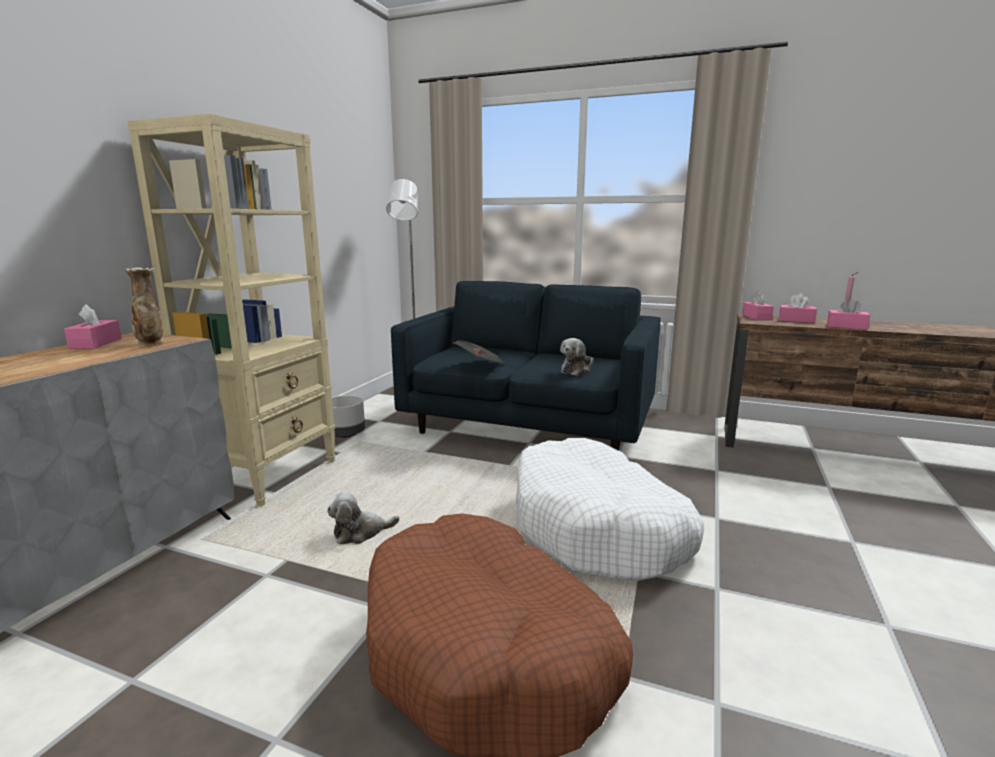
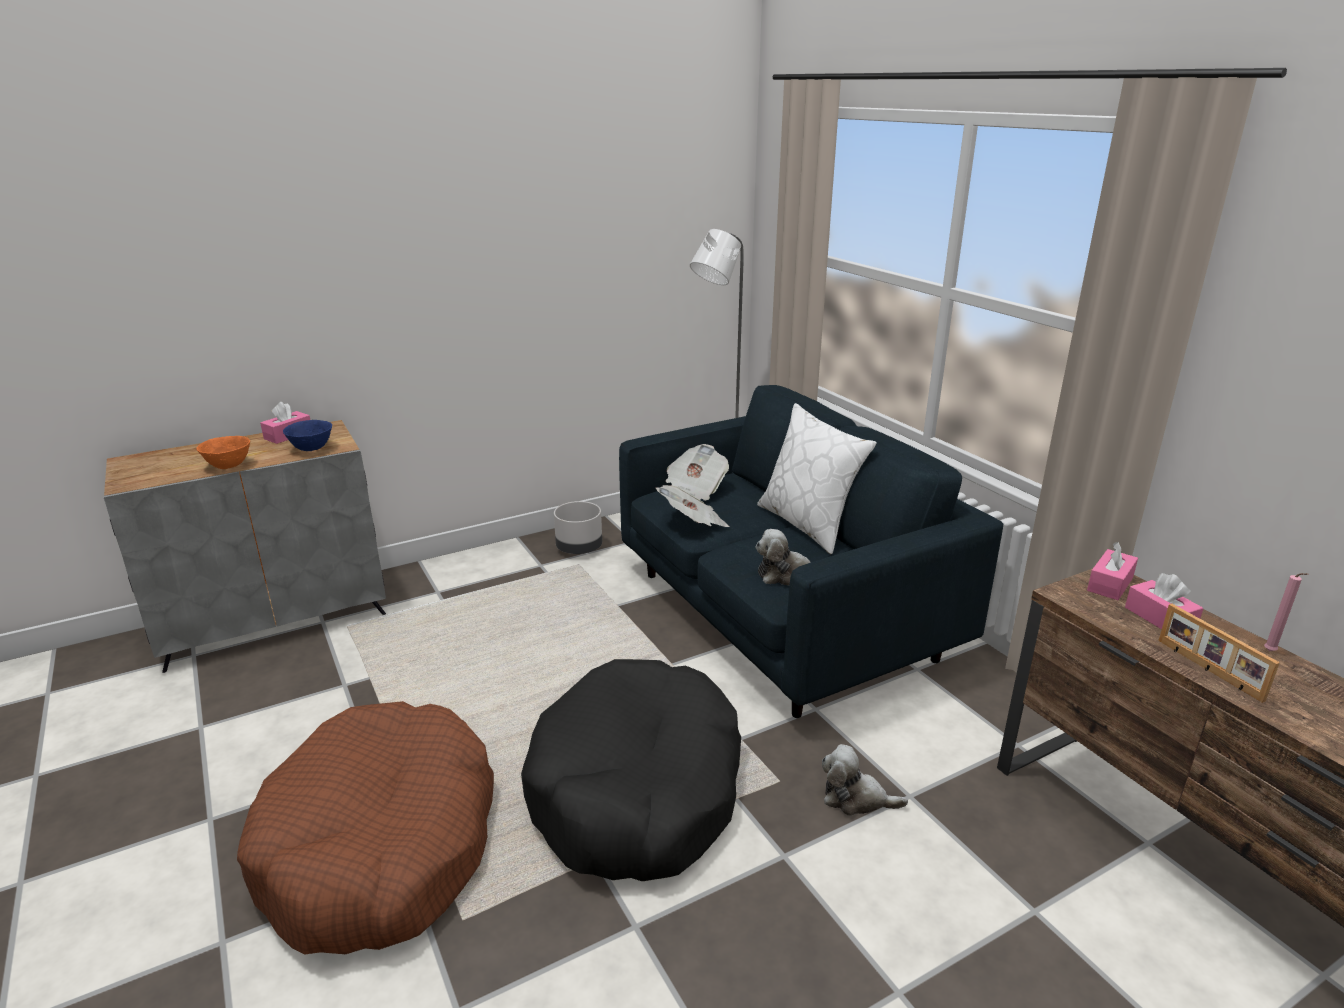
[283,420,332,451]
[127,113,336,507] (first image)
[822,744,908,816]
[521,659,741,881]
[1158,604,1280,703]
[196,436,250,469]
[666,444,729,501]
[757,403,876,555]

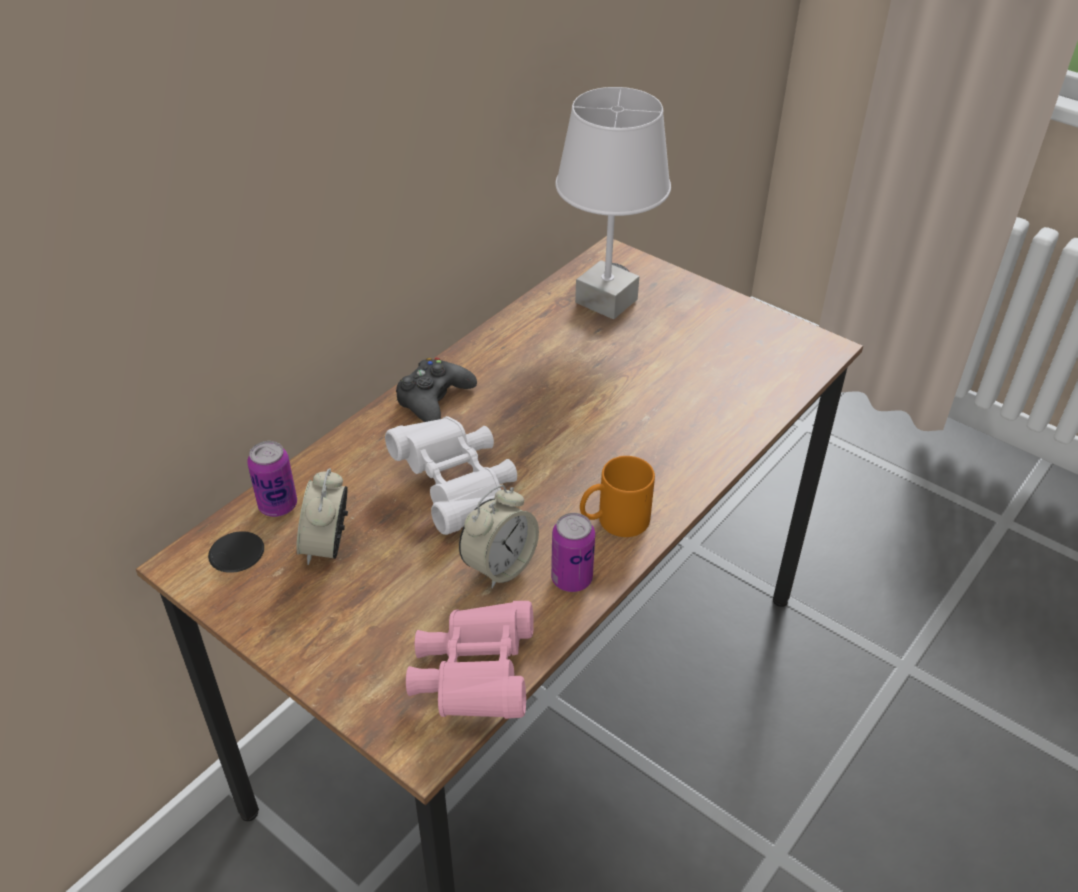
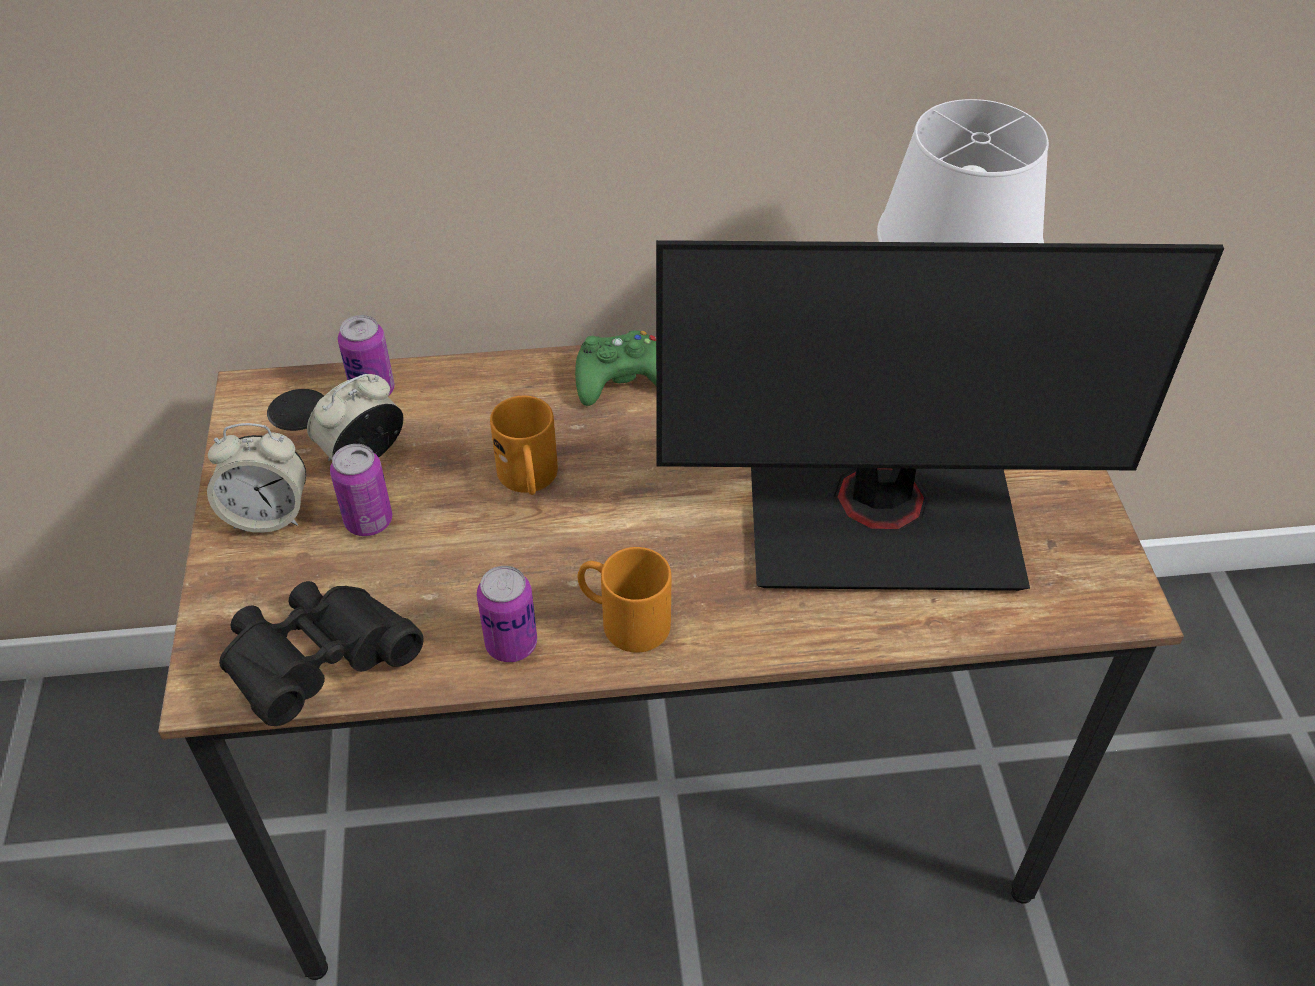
[490,396,558,495]
[575,331,656,406]
[219,581,423,726]
[207,423,306,533]
[330,444,392,536]
[656,240,1224,591]

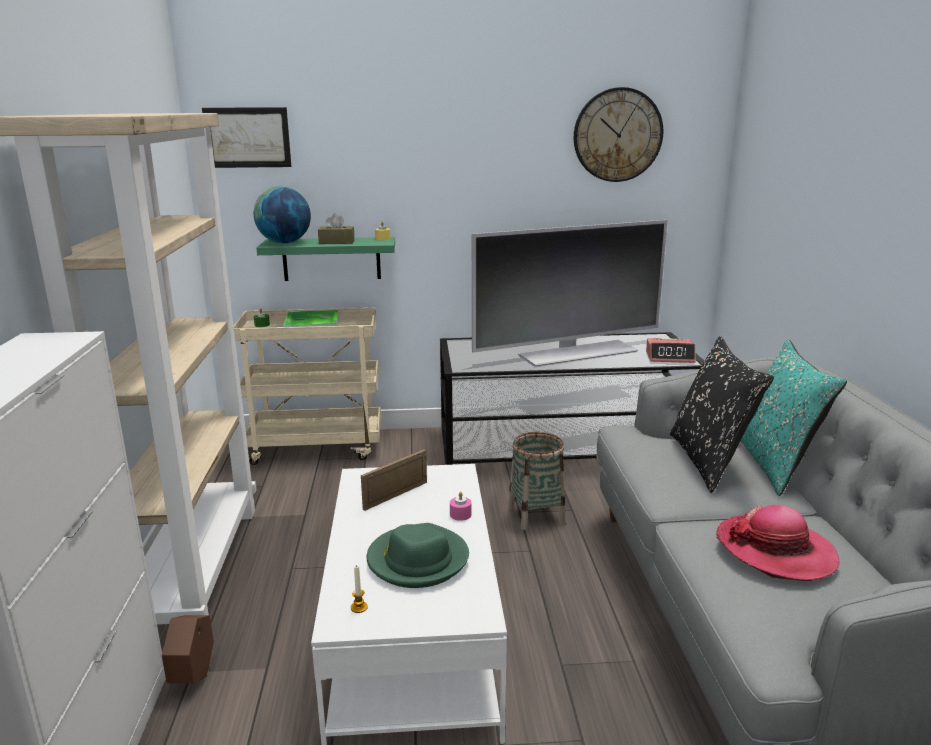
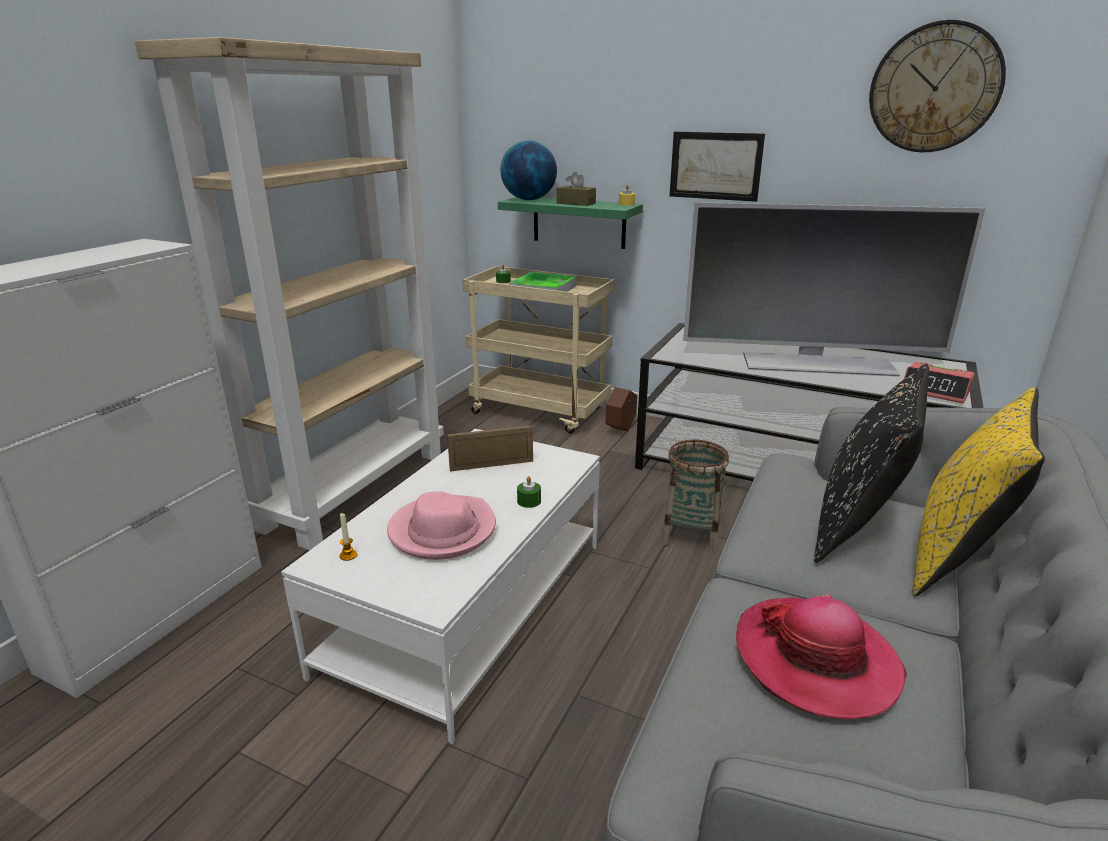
[606,387,637,432]
[670,132,765,202]
[387,491,496,560]
[517,476,541,508]
[913,387,1045,596]

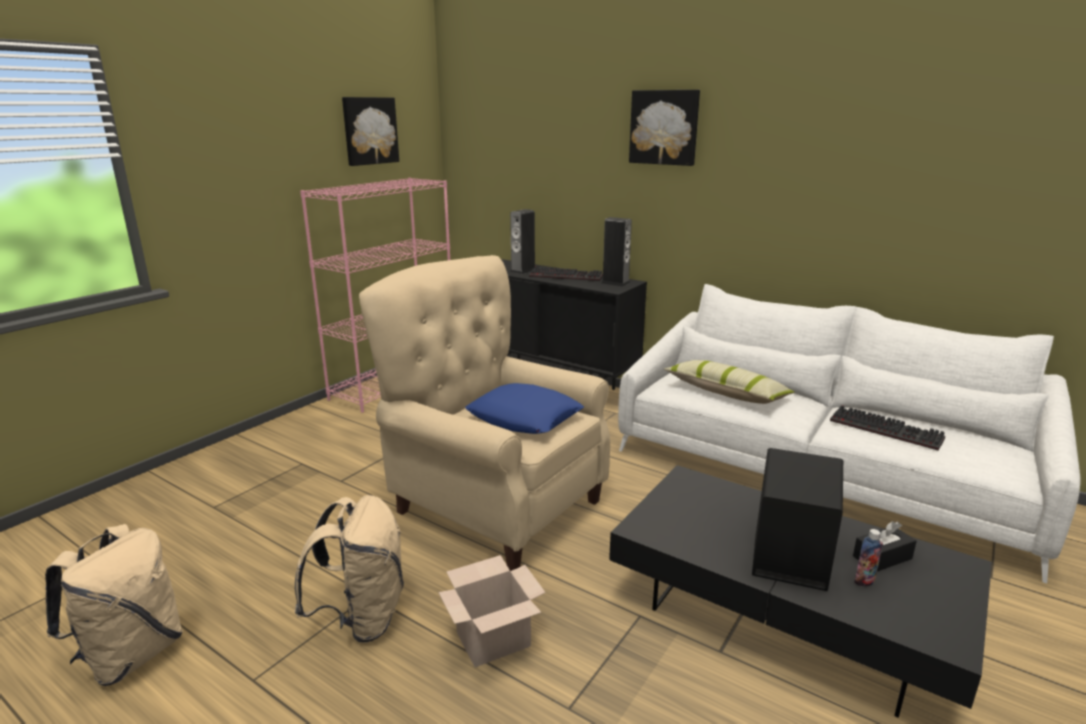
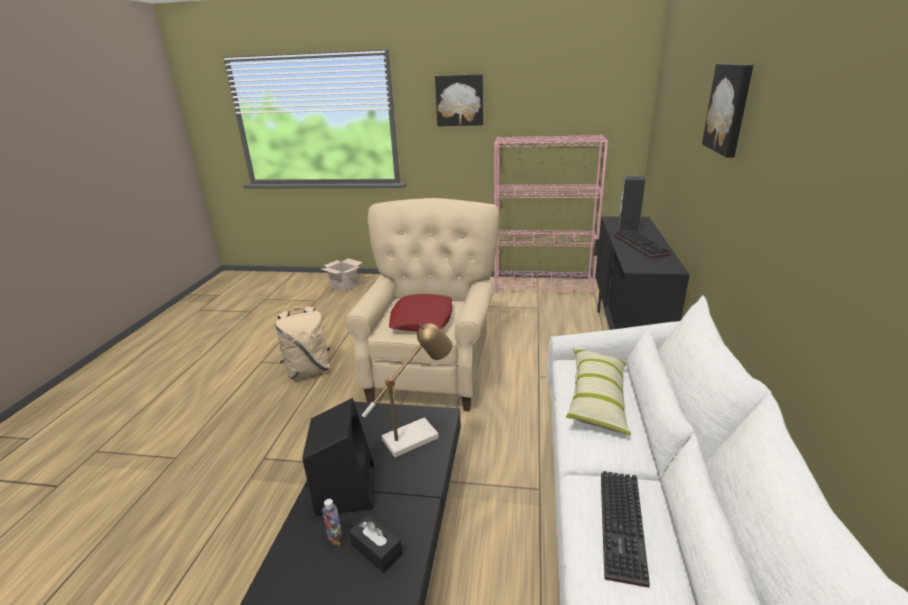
[45,524,183,686] (first image)
[435,74,483,126]
[321,258,363,292]
[389,294,452,331]
[601,217,632,287] (first image)
[362,323,453,457]

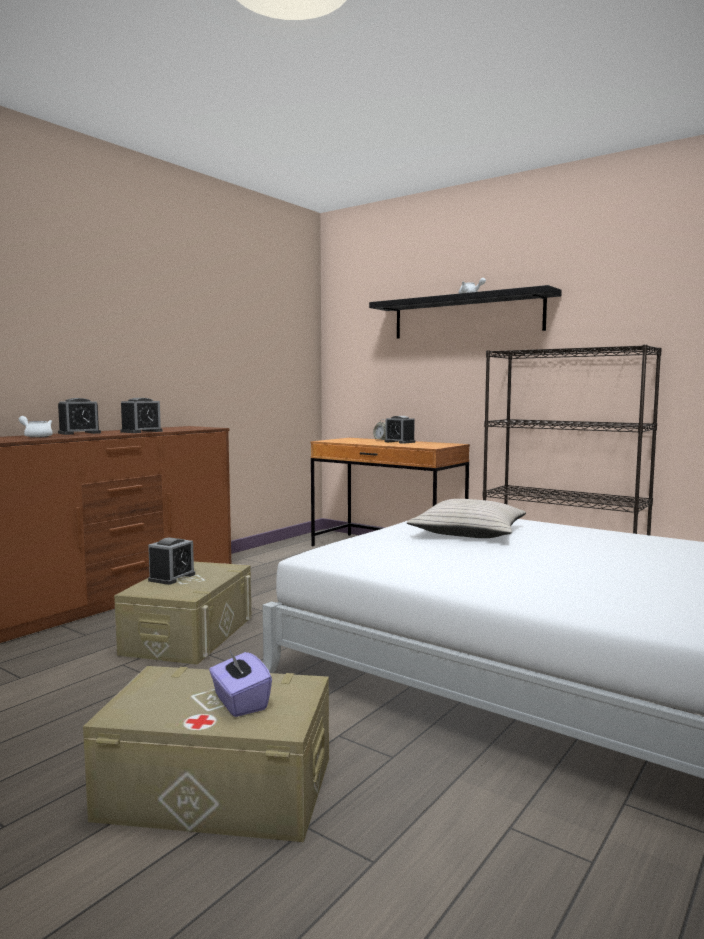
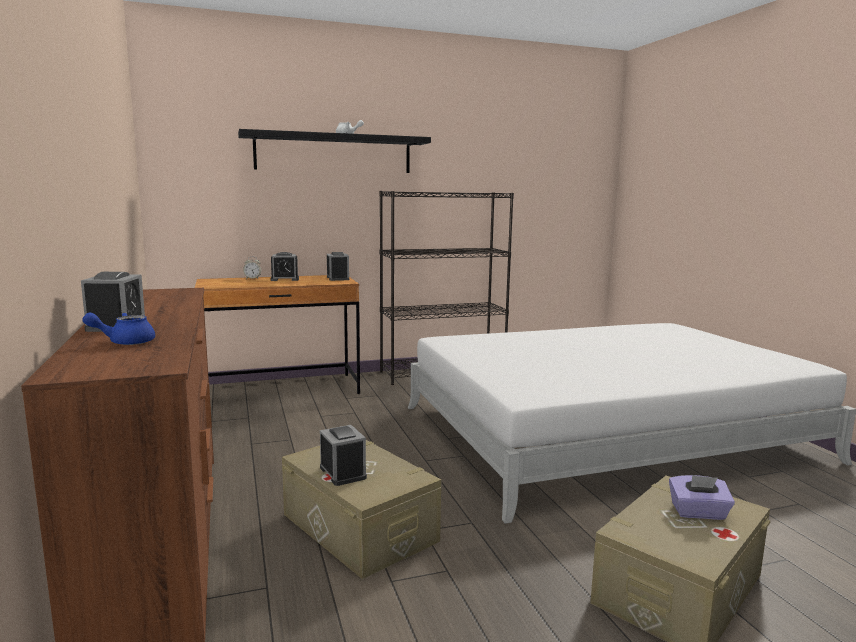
[82,312,155,345]
[327,252,349,281]
[407,499,526,538] (first image)

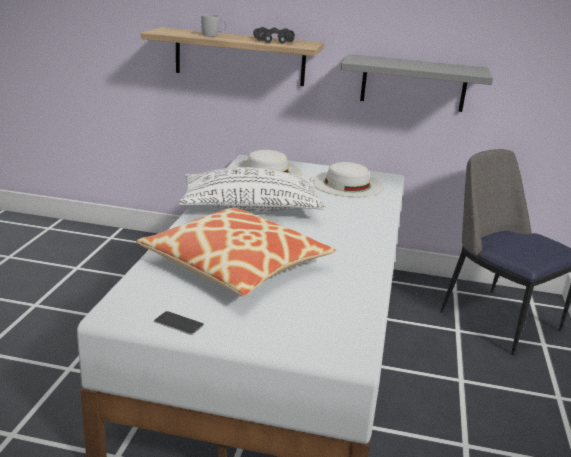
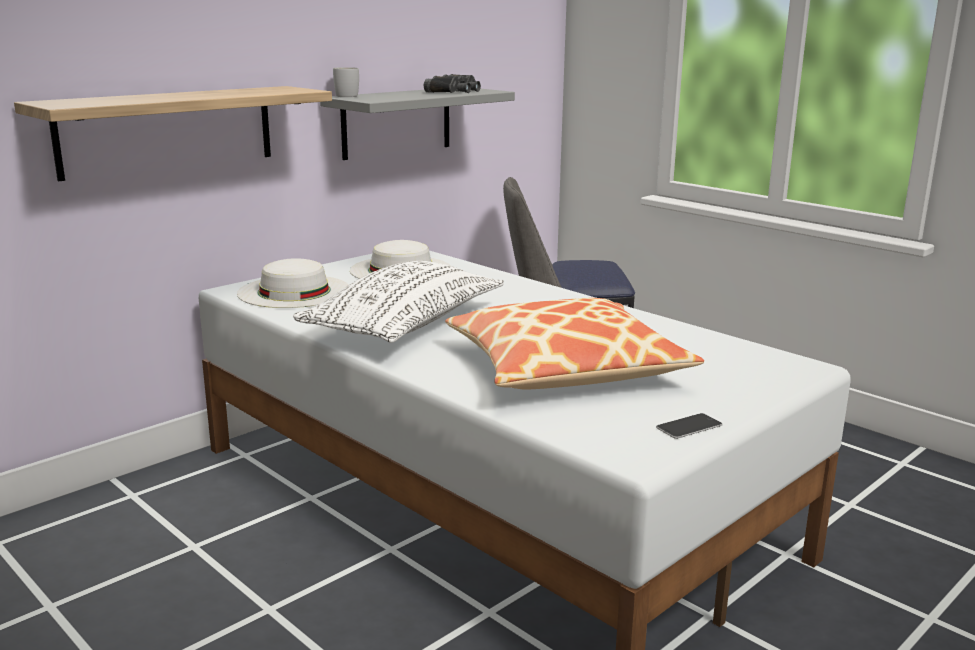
[333,67,359,97]
[424,74,481,93]

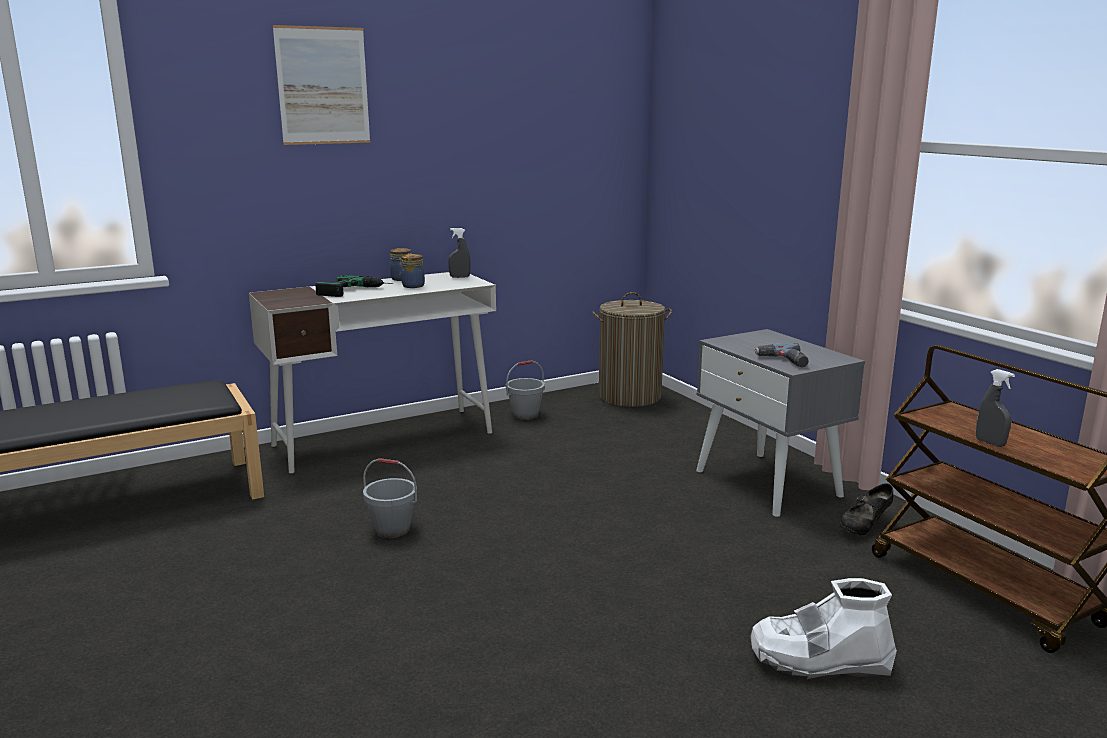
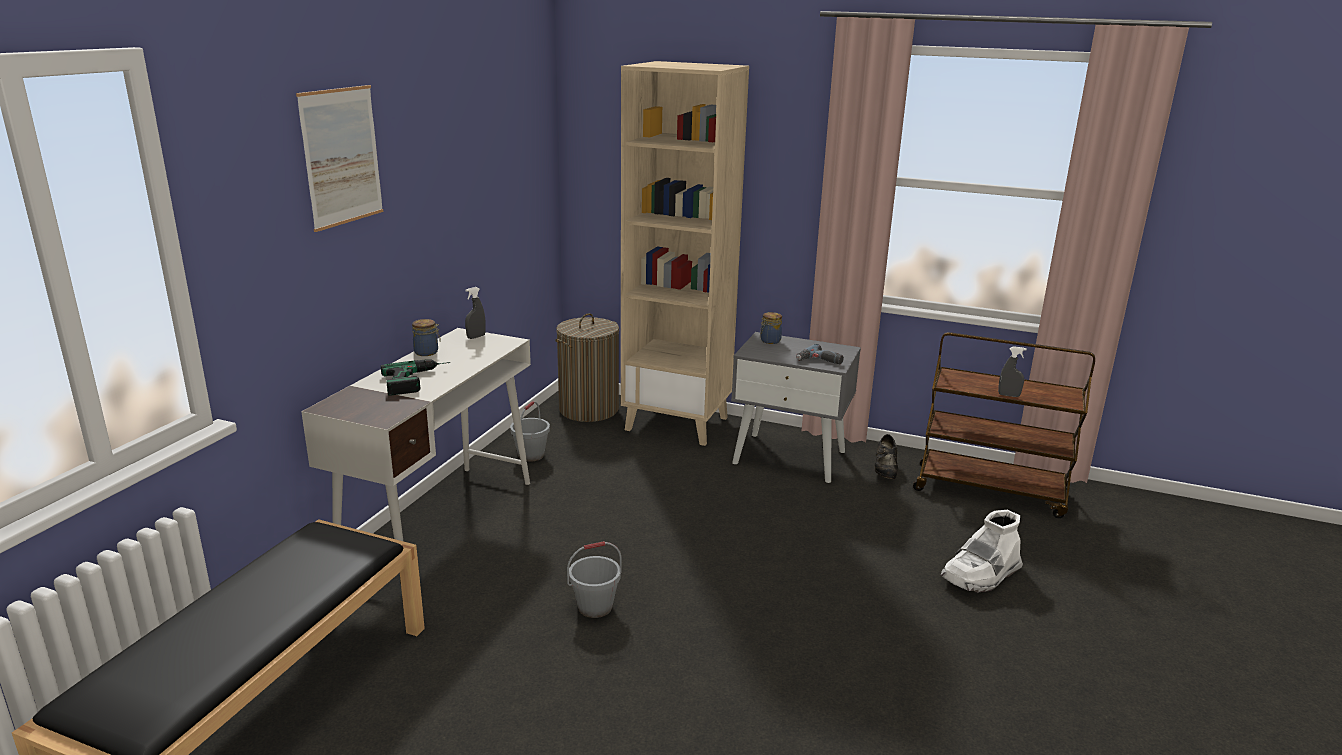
[760,312,782,344]
[621,61,749,446]

